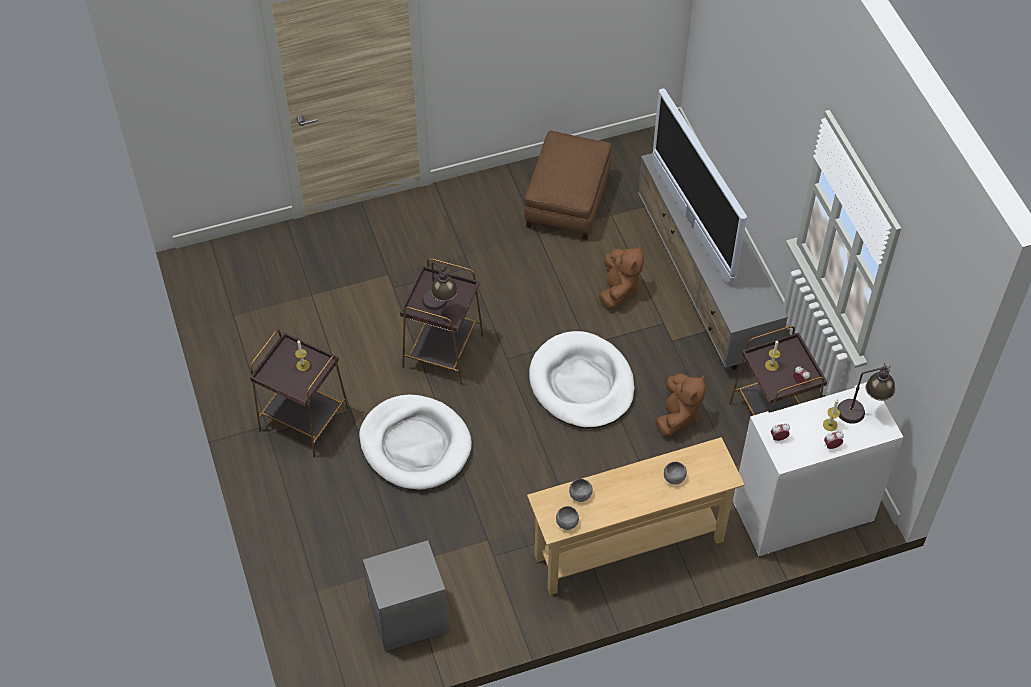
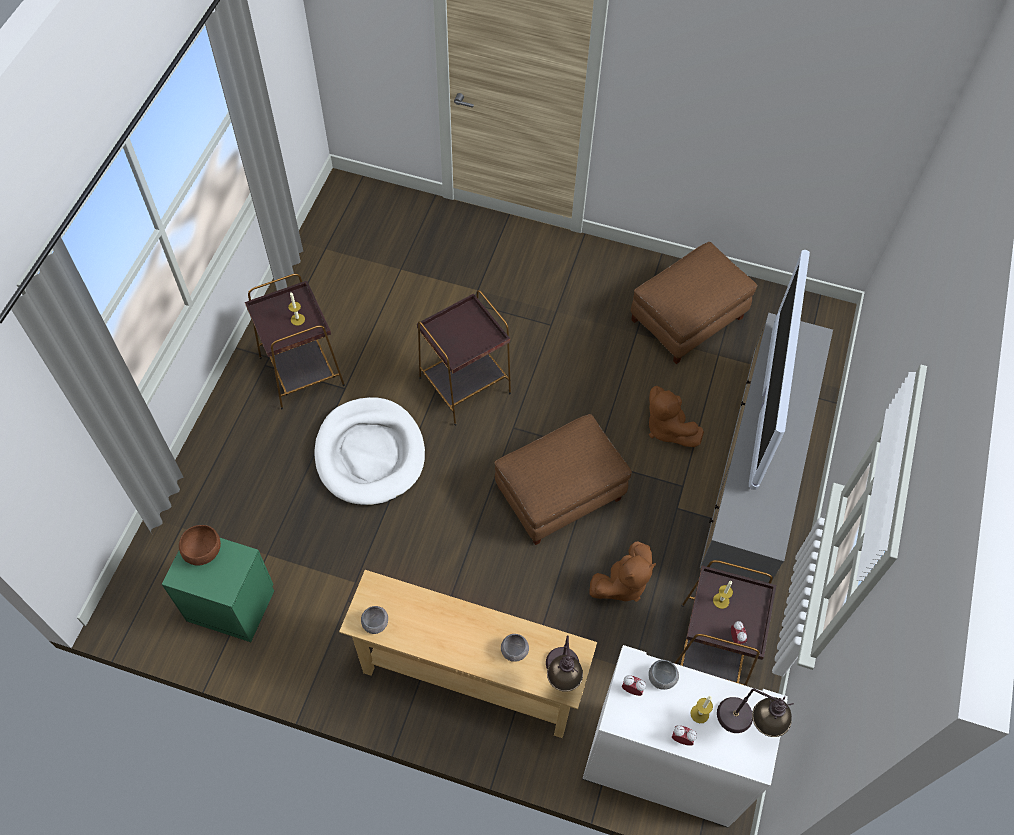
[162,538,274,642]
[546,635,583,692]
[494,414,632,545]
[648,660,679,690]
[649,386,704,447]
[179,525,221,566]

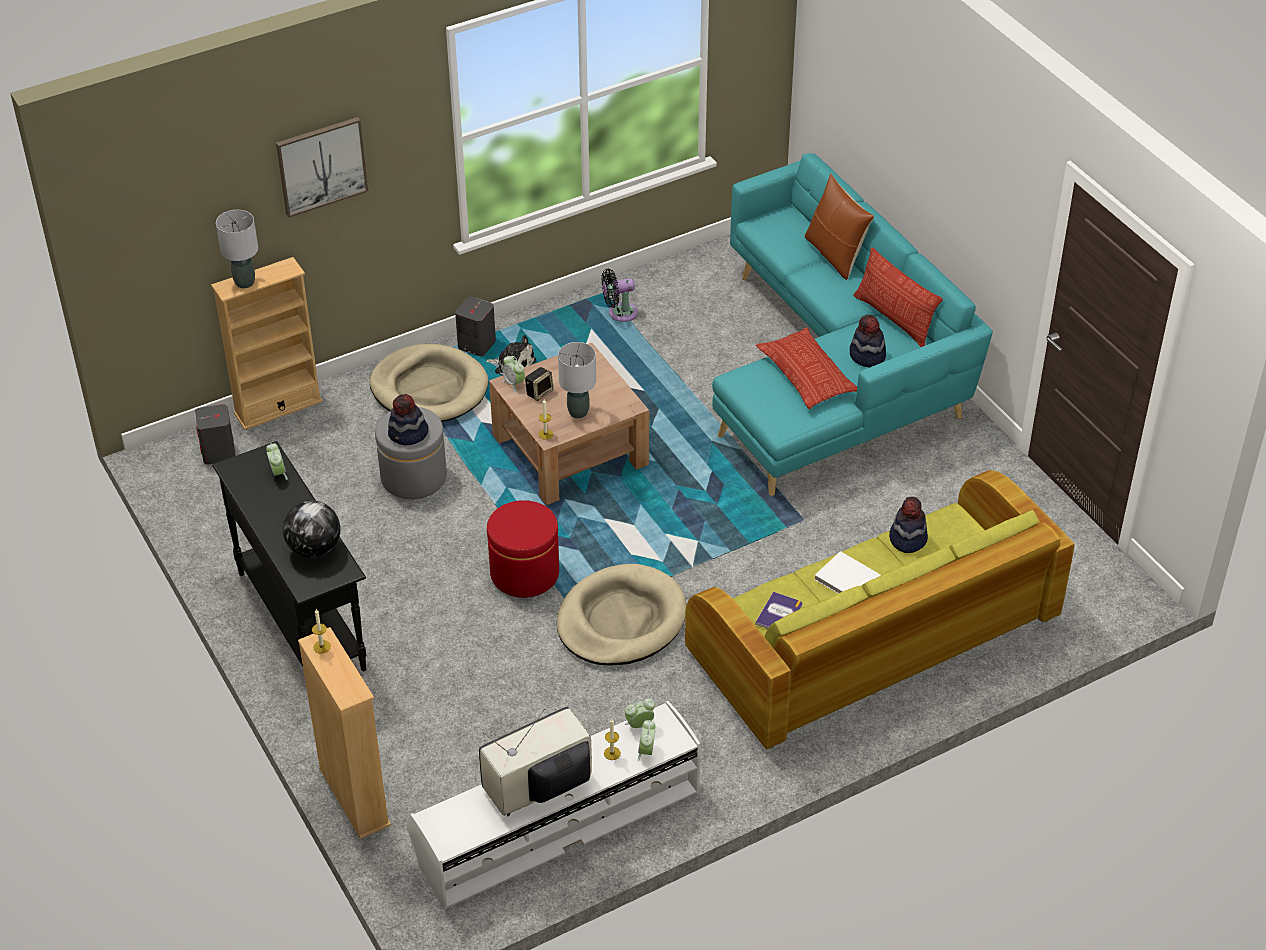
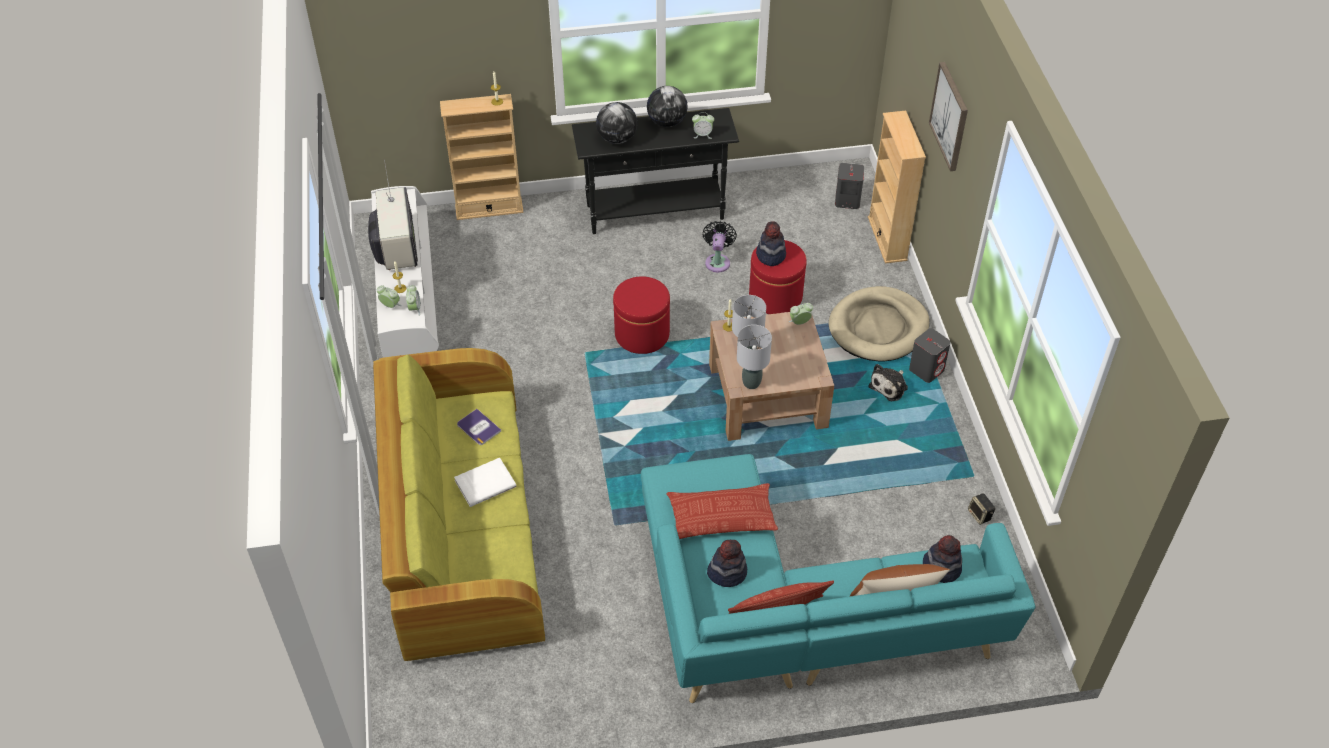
[737,325,772,389]
[749,240,807,314]
[968,493,995,525]
[557,564,686,666] (first image)
[703,221,737,272]
[923,535,962,583]
[647,86,688,127]

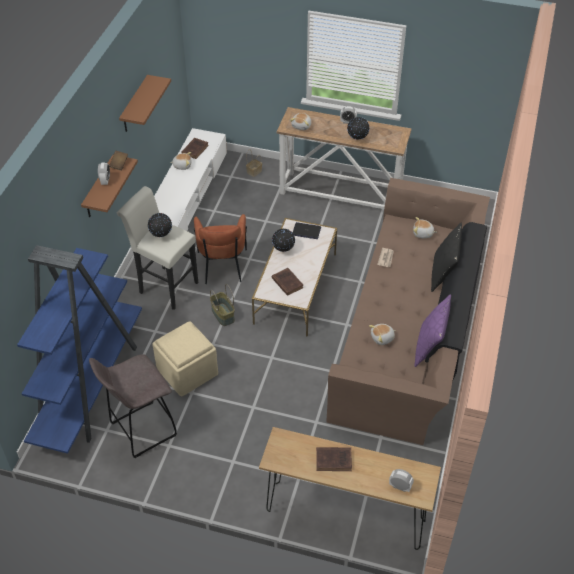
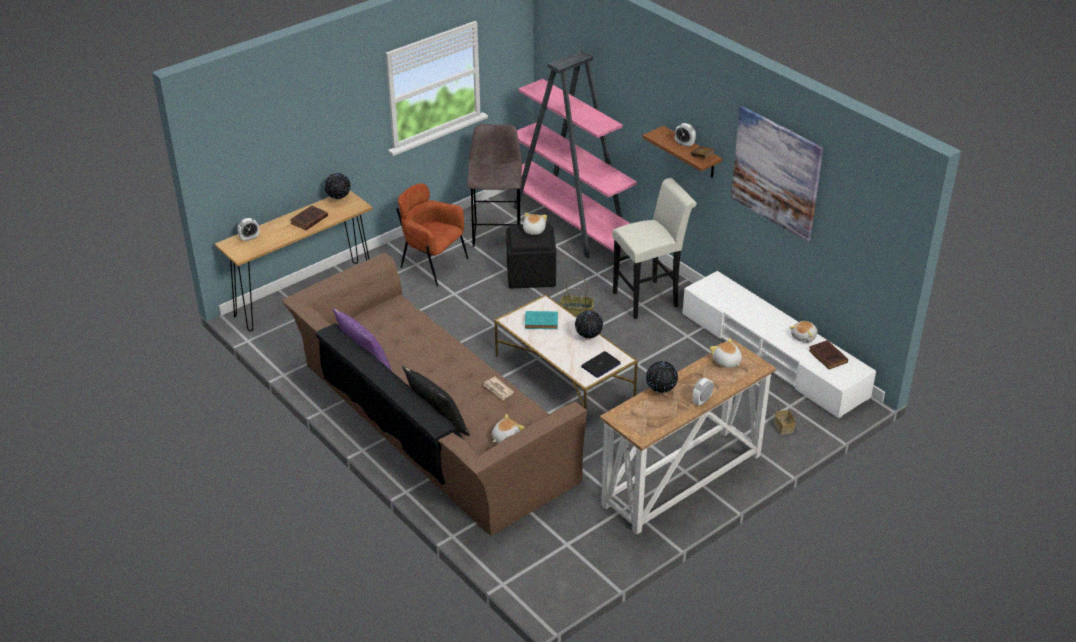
[513,51,637,259]
[731,106,823,242]
[324,173,351,201]
[506,223,556,289]
[396,183,468,287]
[525,311,558,329]
[523,213,547,235]

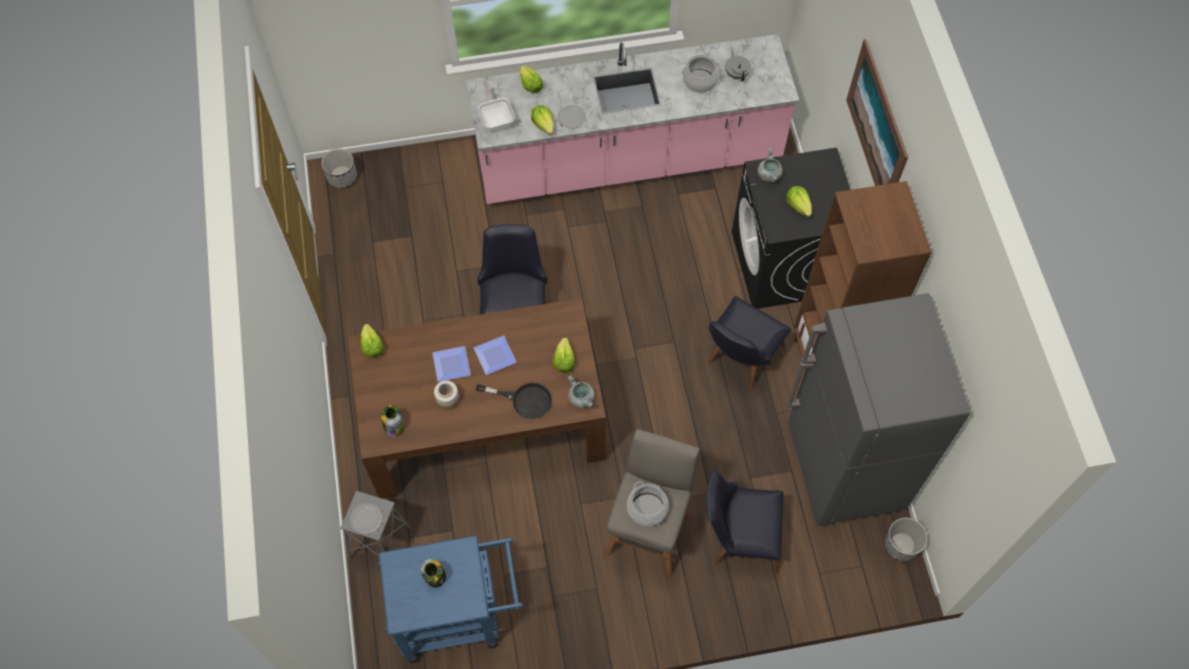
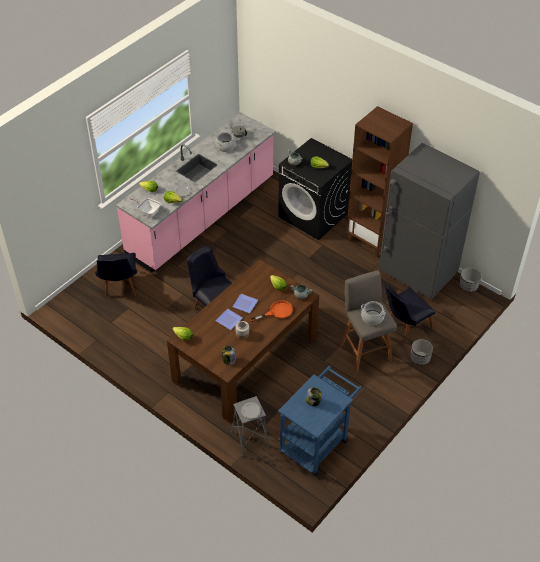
[410,339,433,365]
[250,300,293,322]
[95,253,137,299]
[846,39,908,186] (first image)

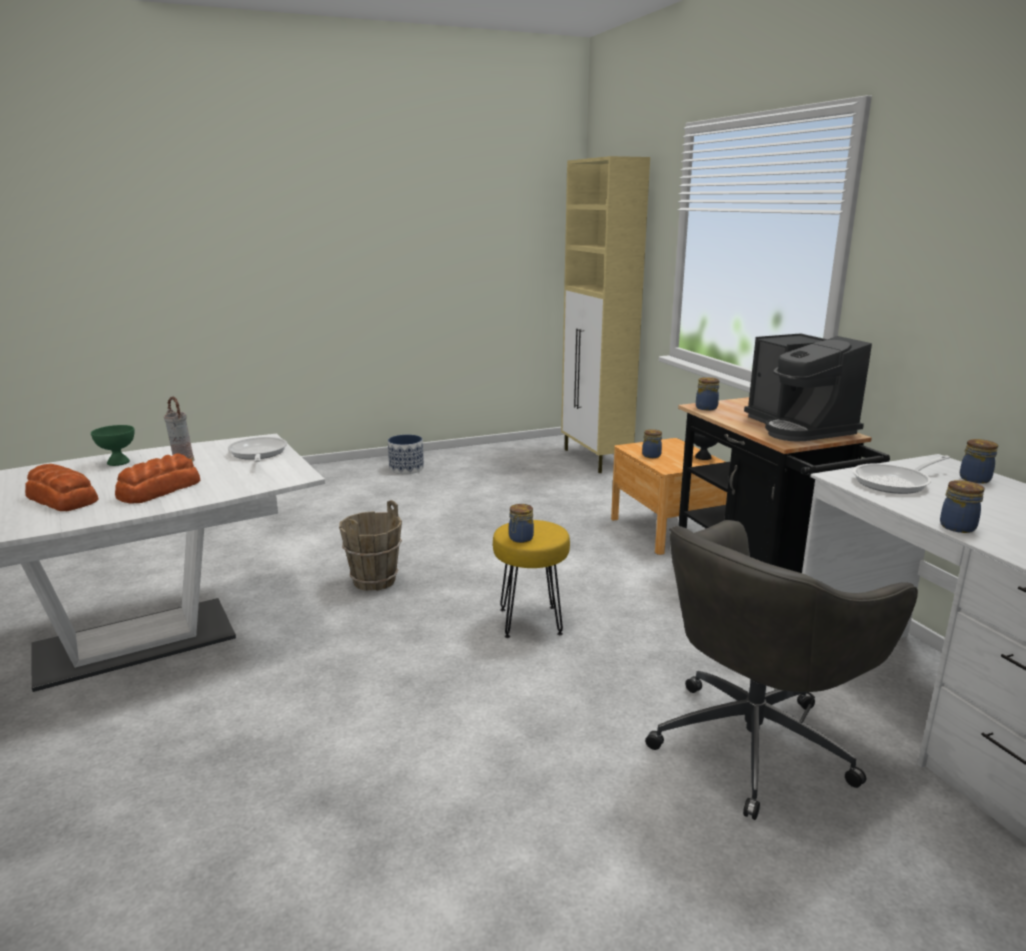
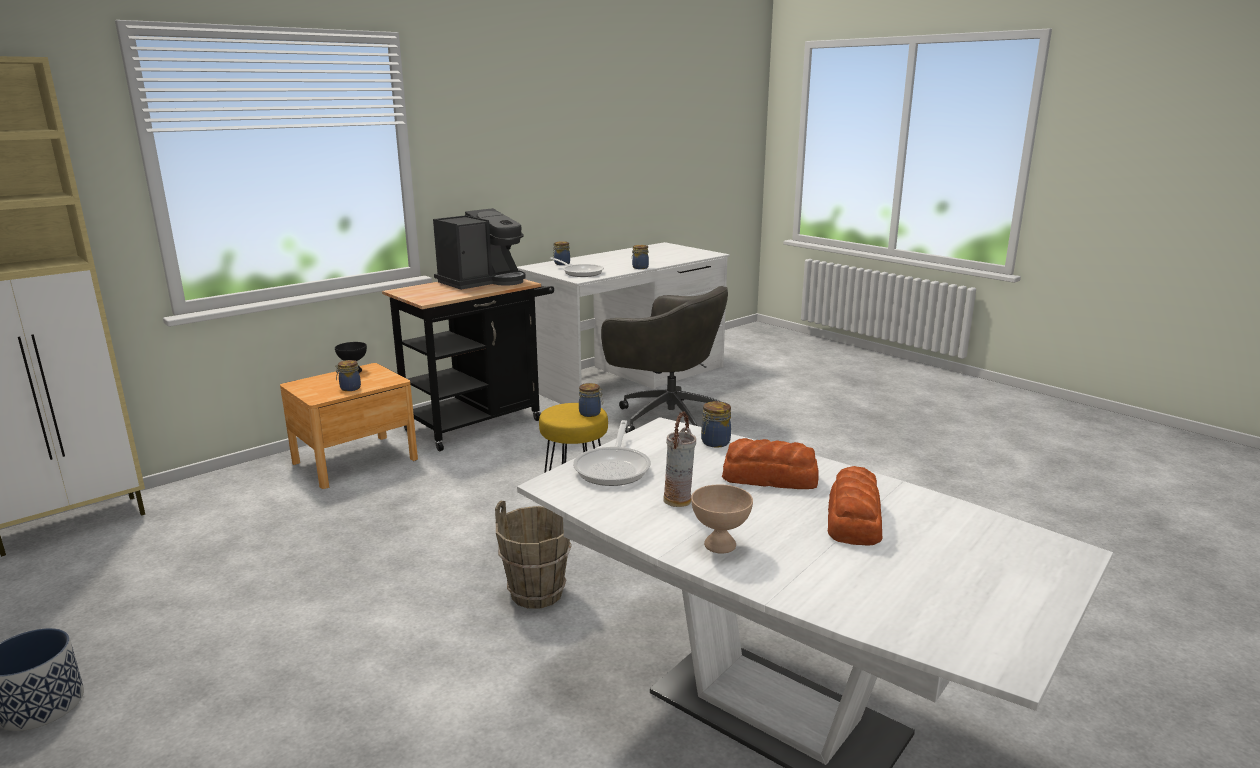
[691,484,753,554]
[573,420,651,486]
[701,401,731,448]

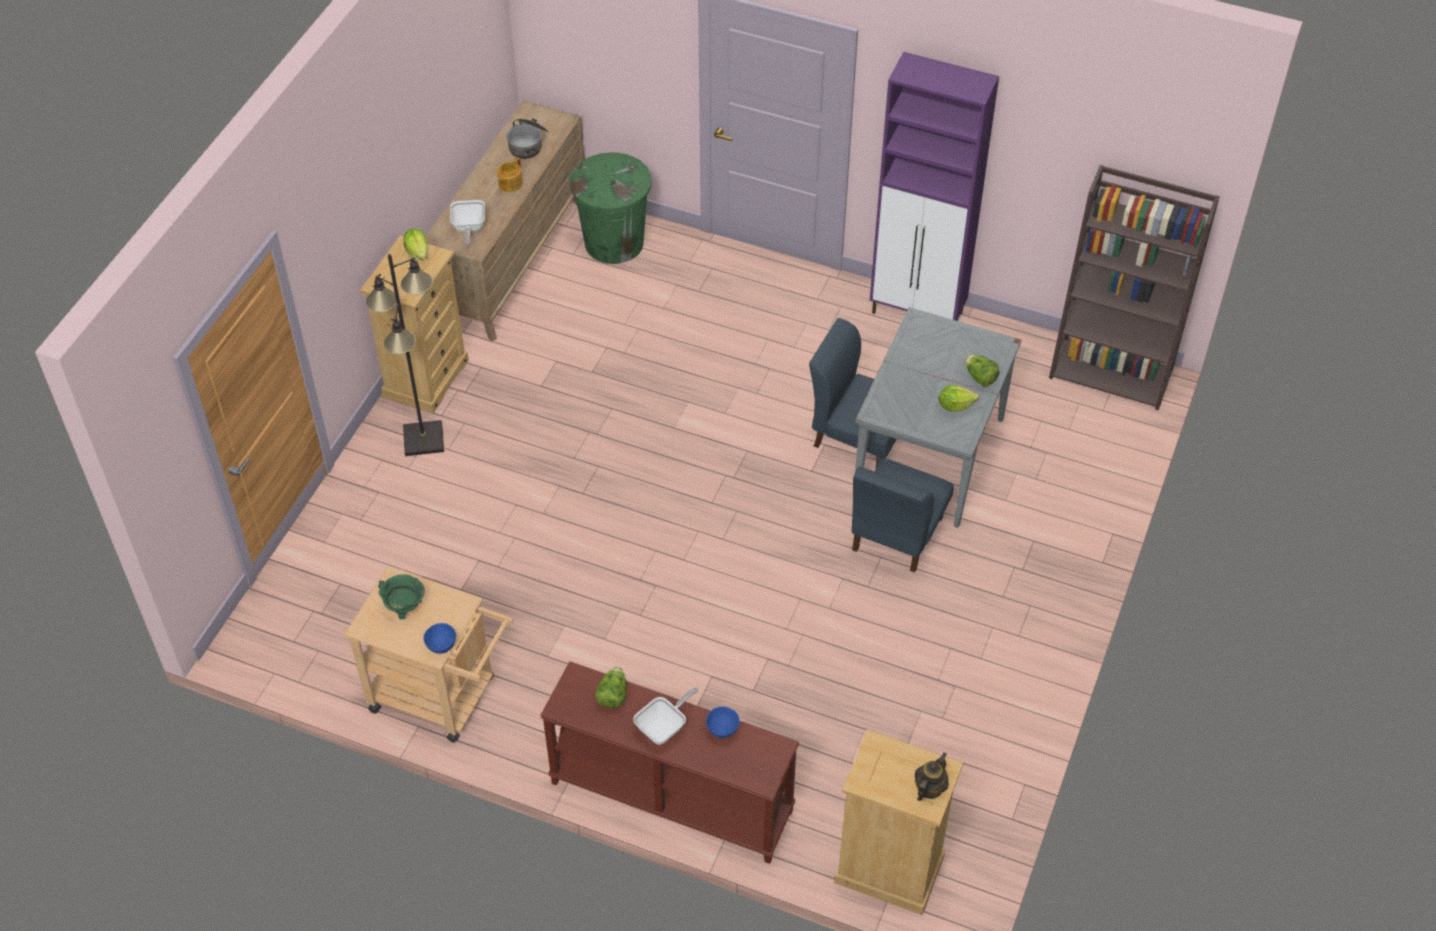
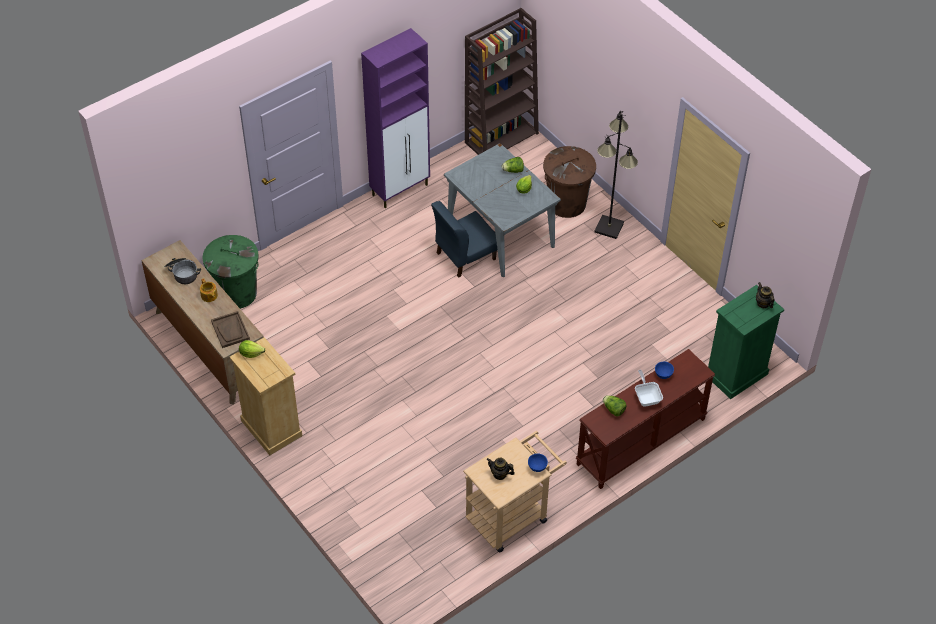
[594,111,638,239]
[487,458,515,480]
[211,311,250,348]
[708,285,784,399]
[852,458,954,572] (first image)
[543,146,596,218]

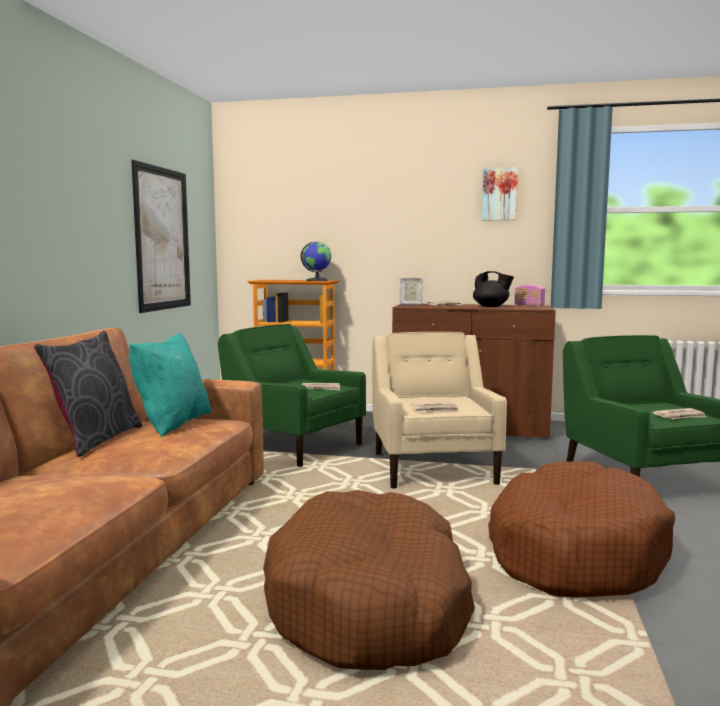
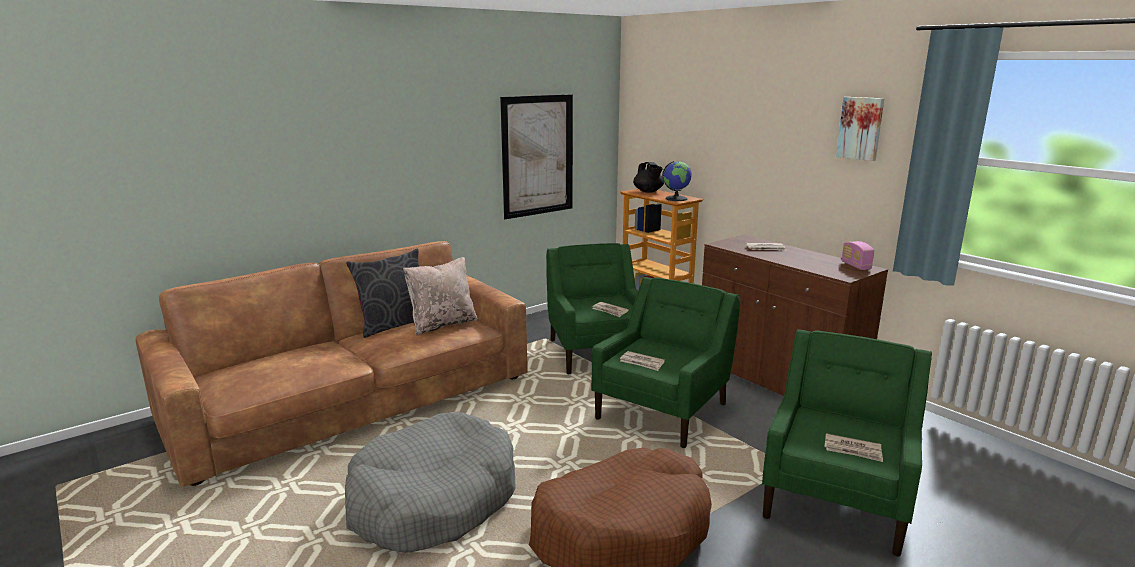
[403,257,478,335]
[345,412,515,553]
[591,277,740,448]
[399,278,423,305] (first image)
[633,162,664,193]

